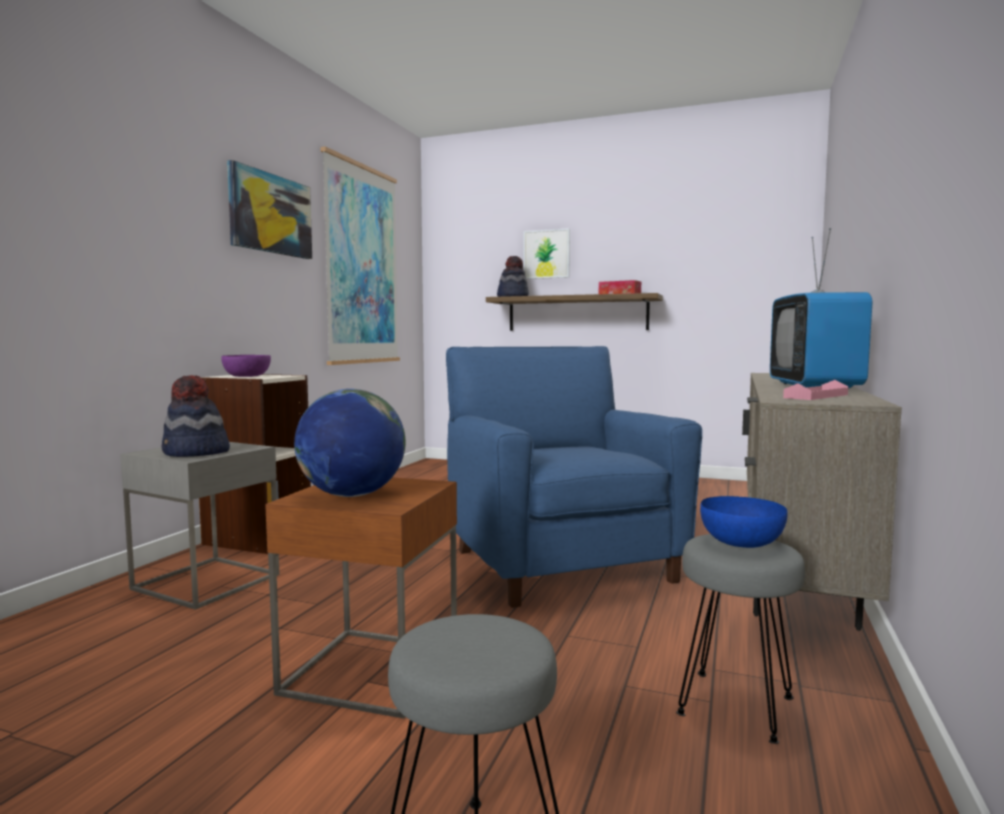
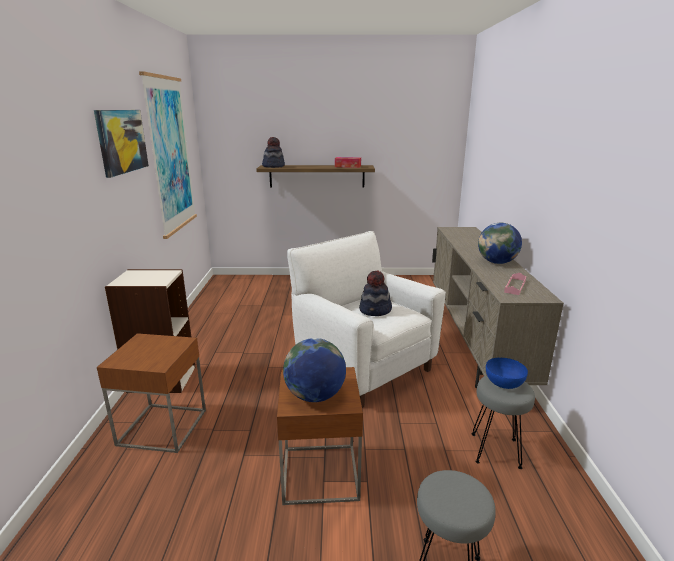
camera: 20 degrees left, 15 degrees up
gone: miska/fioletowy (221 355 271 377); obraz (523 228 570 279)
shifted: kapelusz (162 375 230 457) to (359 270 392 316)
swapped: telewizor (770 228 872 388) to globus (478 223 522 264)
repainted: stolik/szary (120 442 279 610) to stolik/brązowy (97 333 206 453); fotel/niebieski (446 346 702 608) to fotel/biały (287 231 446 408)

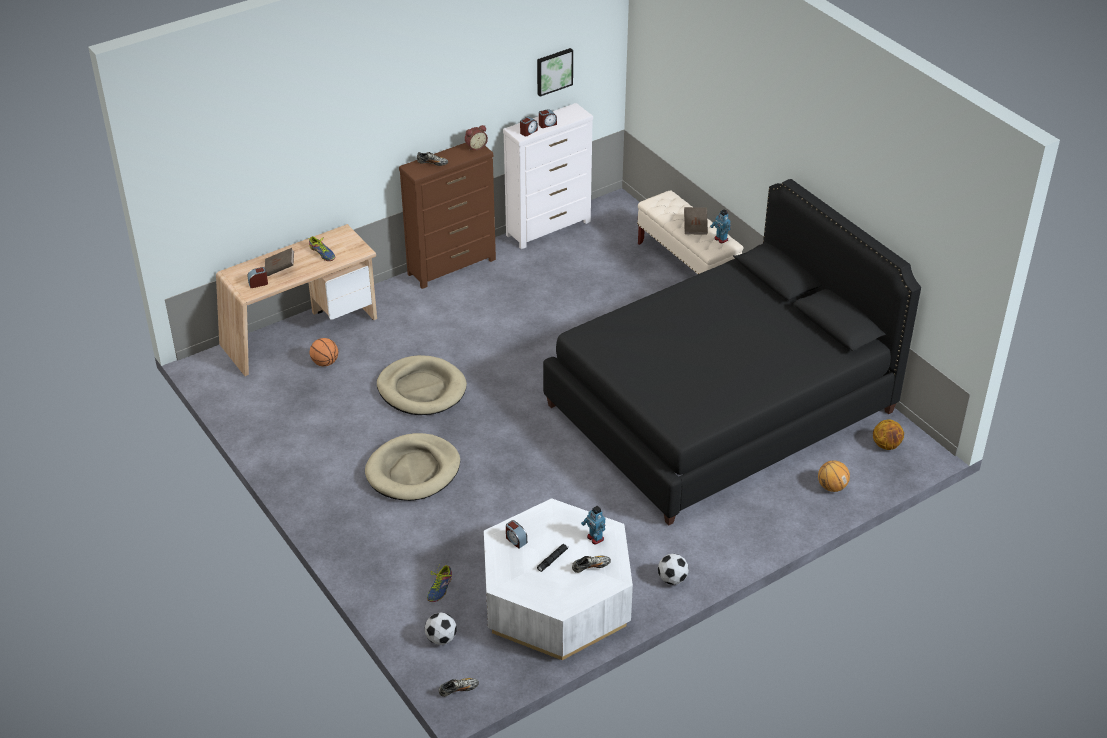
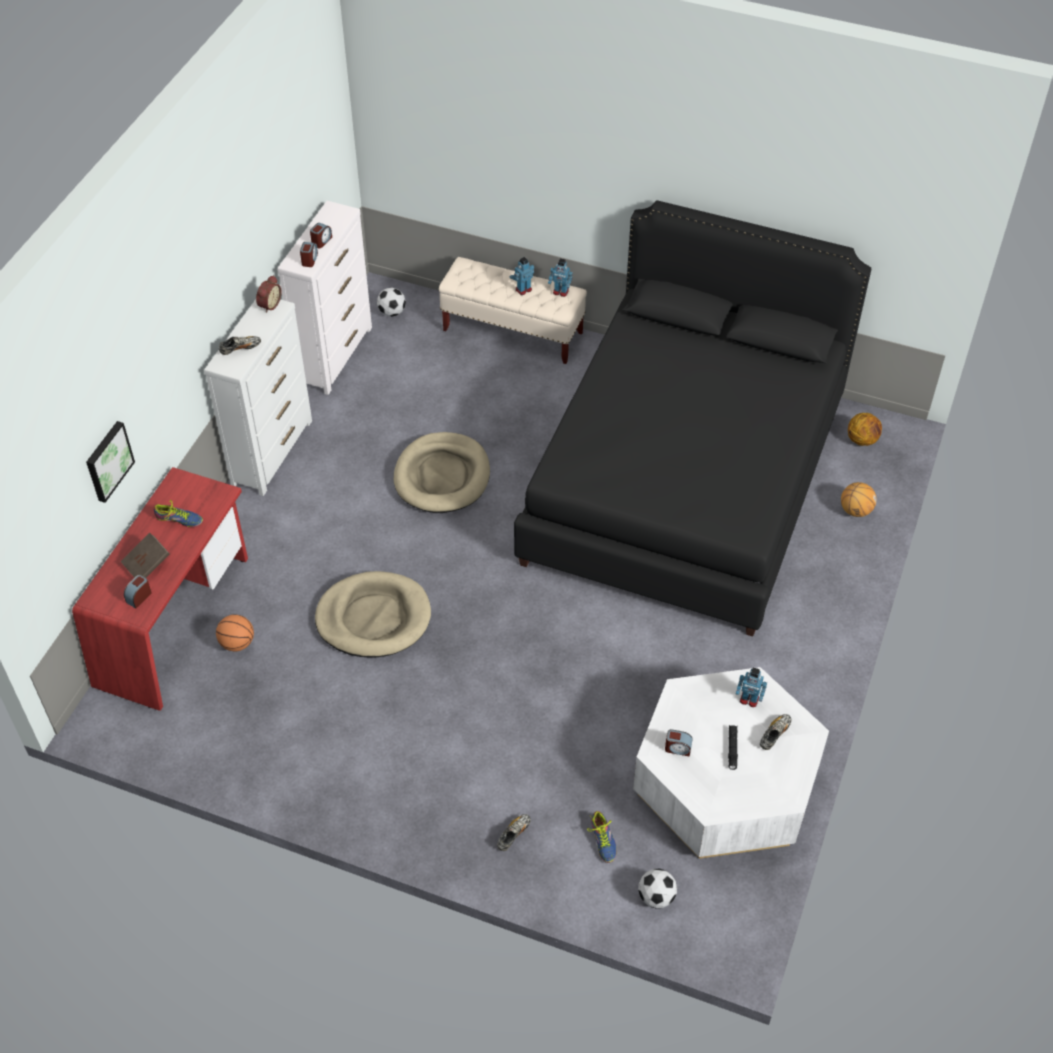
camera: 35 degrees left, 10 degrees up
shifted: obraz (537 48 573 97) to (86 421 135 503); piłka futbolowa (658 554 689 585) to (377 287 406 317); legowisko/beżowy (365 433 460 501) to (394 432 490 513); but (439 678 479 697) to (497 814 531 851)
swapped: książka/brązowy (684 207 708 235) to robot zabawkowy (509 257 534 295)
repainted: biurko/beżowy (216 224 377 376) to biurko/czerwony (72 467 248 711); komoda/brązowy (399 143 496 289) to komoda/biały (204 299 312 496)

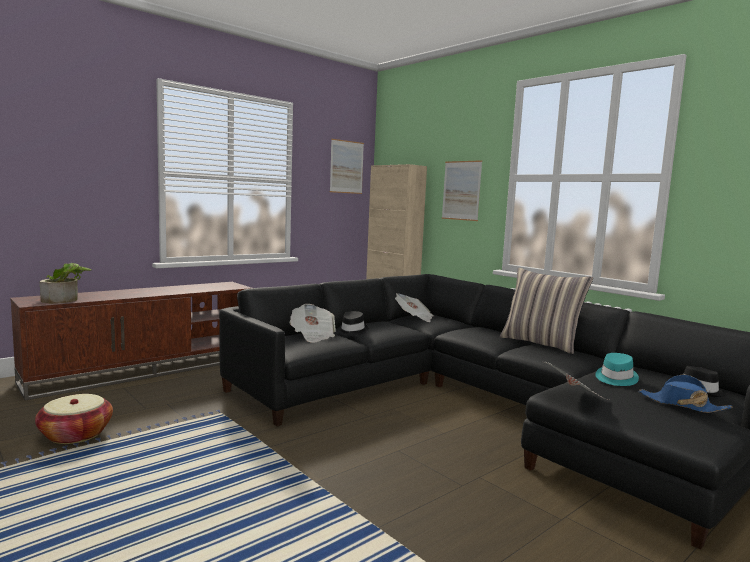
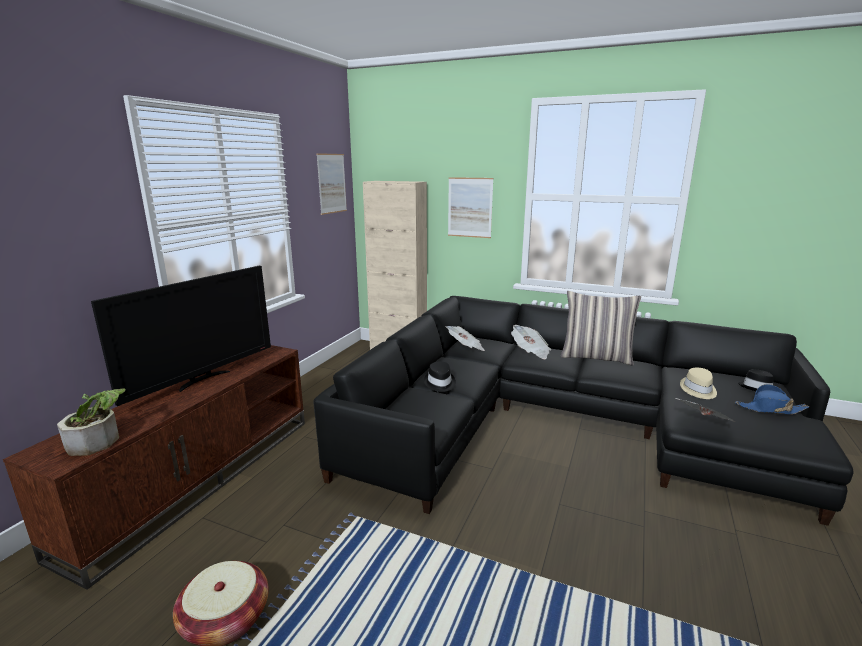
camera: 25 degrees left, 10 degrees up
new: telewizor (91 266 271 406)
shifted: gazeta (289 304 336 343) to (511 325 551 359)
repainted: kapelusz/turkusowy (595 353 639 386) to kapelusz/beżowy (680 368 717 399)

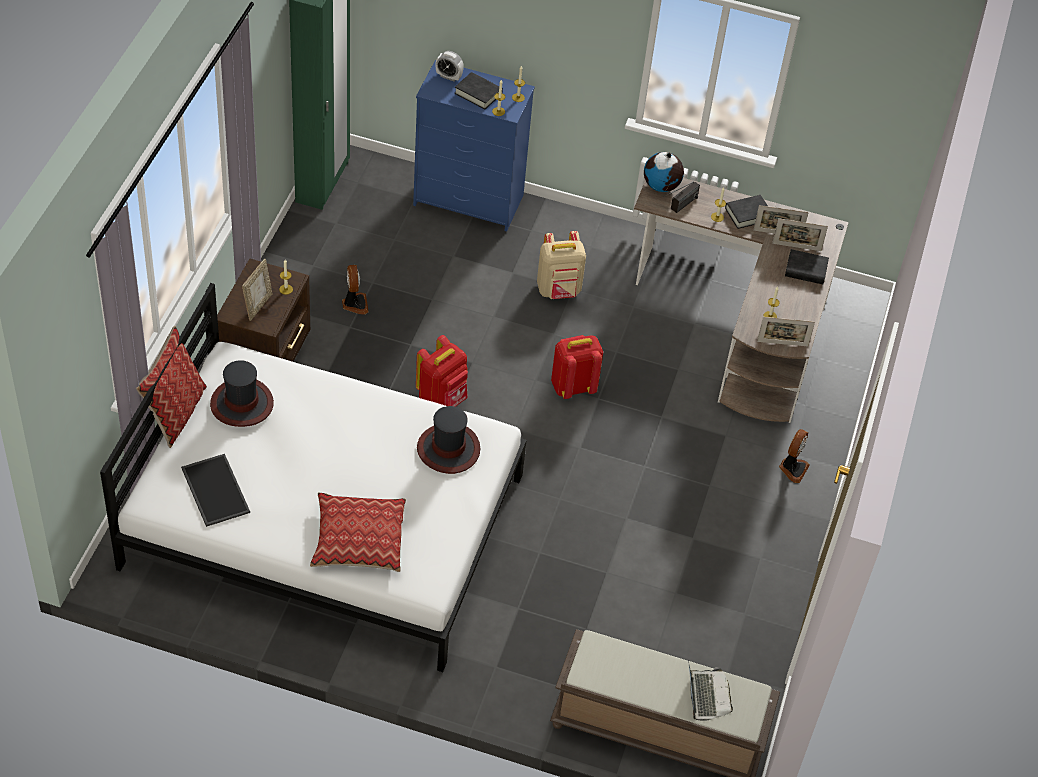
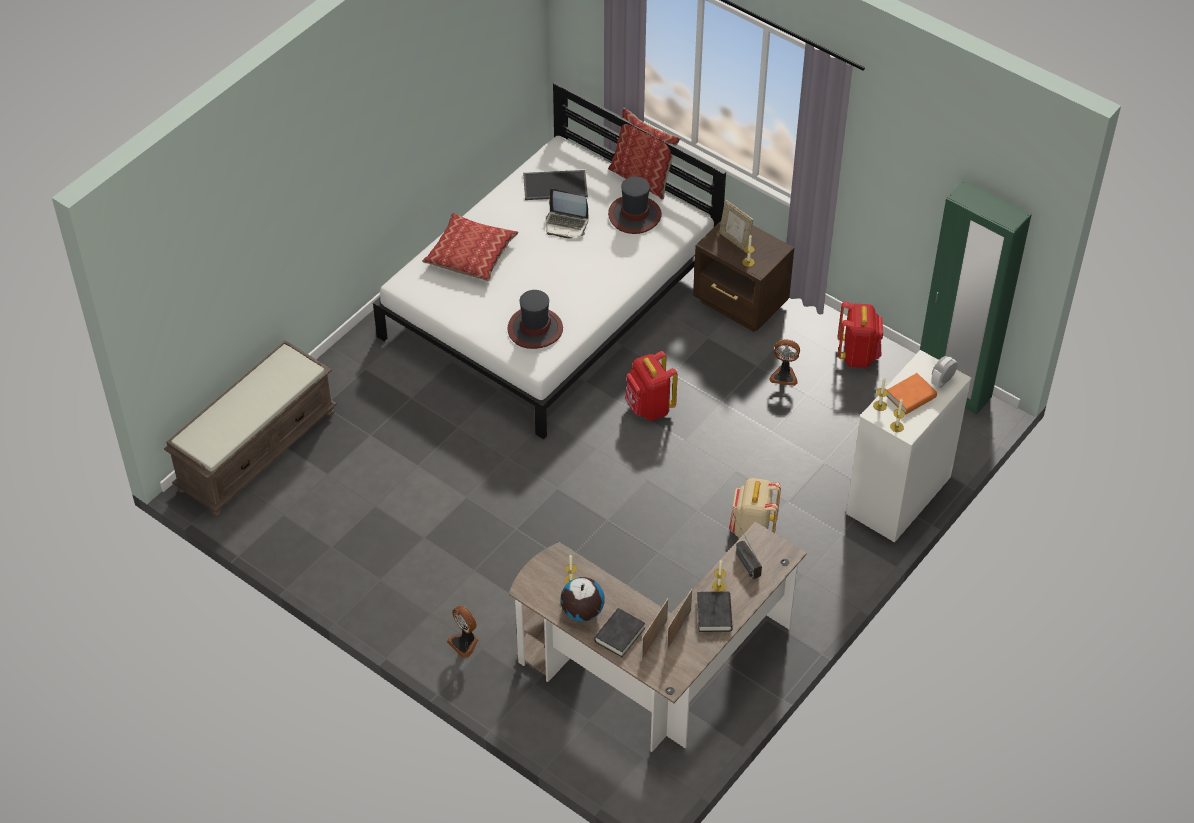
camera: 115 degrees right, 0 degrees up
gone: ramka na zdjęcie (757 317 815 346)
shifted: laptop (688 660 733 721) to (546 189 589 239); globus (644 152 684 192) to (560 577 605 622); plecak/czerwony (551 335 603 399) to (838 302 883 368)
repainted: komoda/niebieski (413 60 535 232) to komoda/biały (846 350 971 542); książka/czarny (454 72 503 109) to książka/pomarańczowy (886 373 937 415)

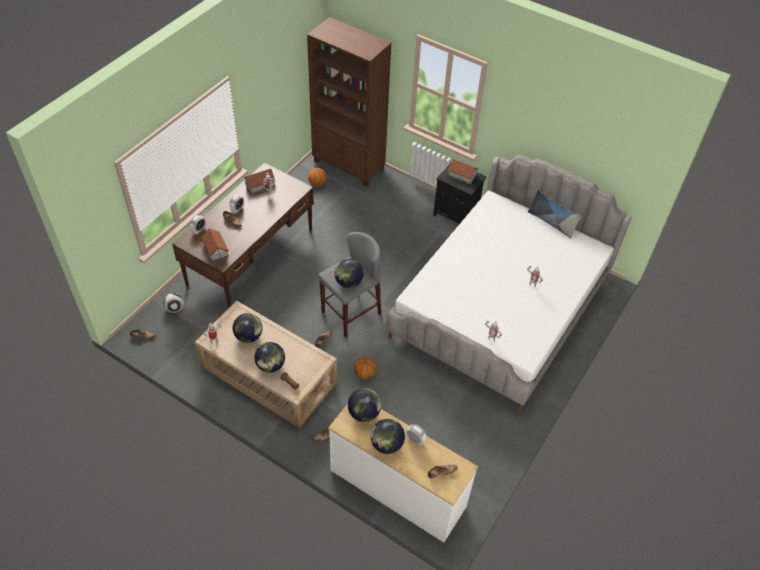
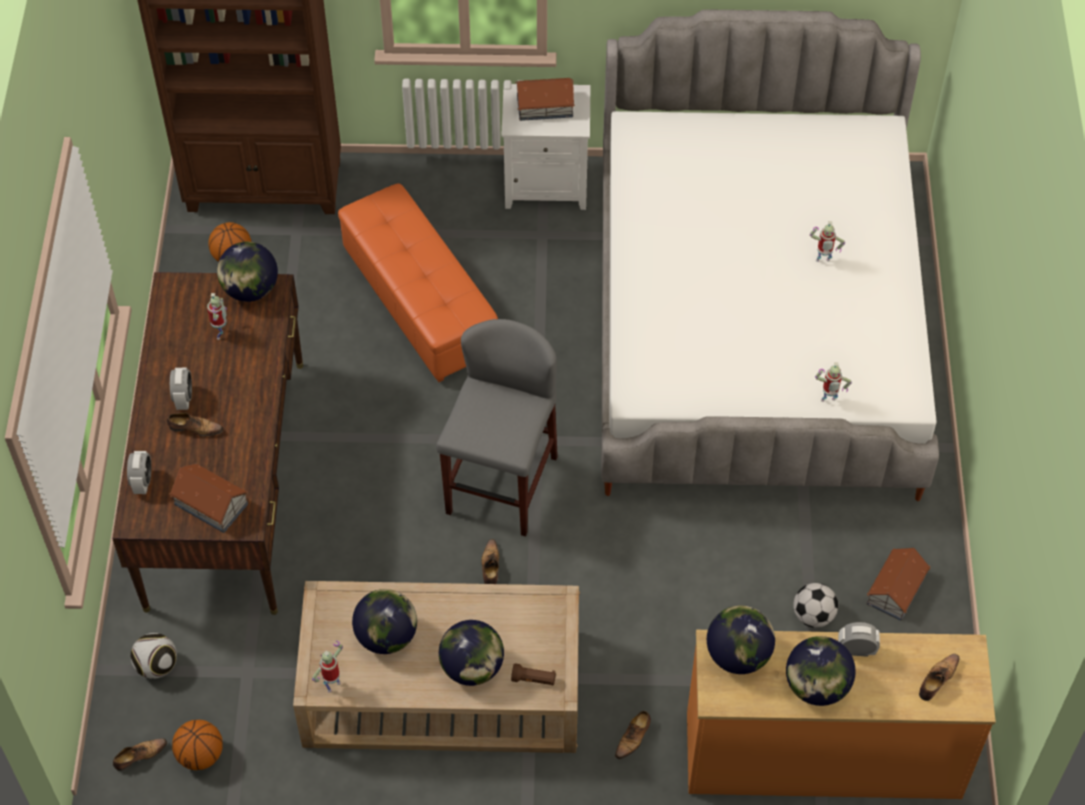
camera: 30 degrees left, 5 degrees up
gone: poduszka (528 190 582 239)
new: pufa/pomarańczowy (338 183 498 382); piłka futbolowa (793 583 838 628)
shifted: piłka do koszykówki (354 356 376 379) to (172 720 223 770); globus (334 259 364 288) to (217 242 278 302); domek (244 169 276 194) to (866 548 930 621)
repainted: szafka nocna/czarny (433 163 487 224) to szafka nocna/biały (501 84 590 210); komoda/biały (328 404 478 543) to komoda/pomarańczowy (687 630 996 799)

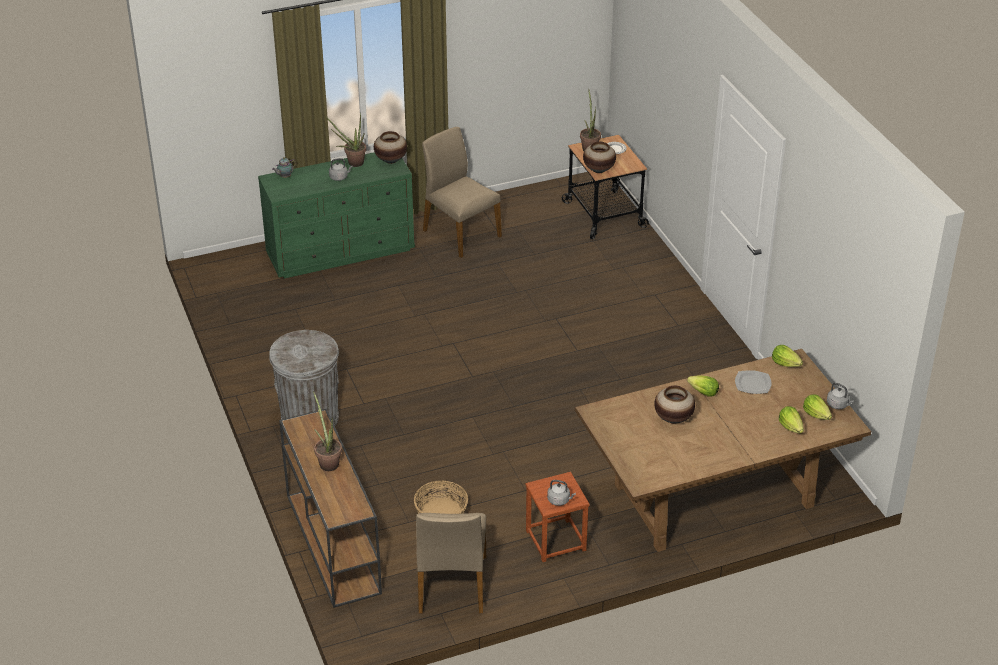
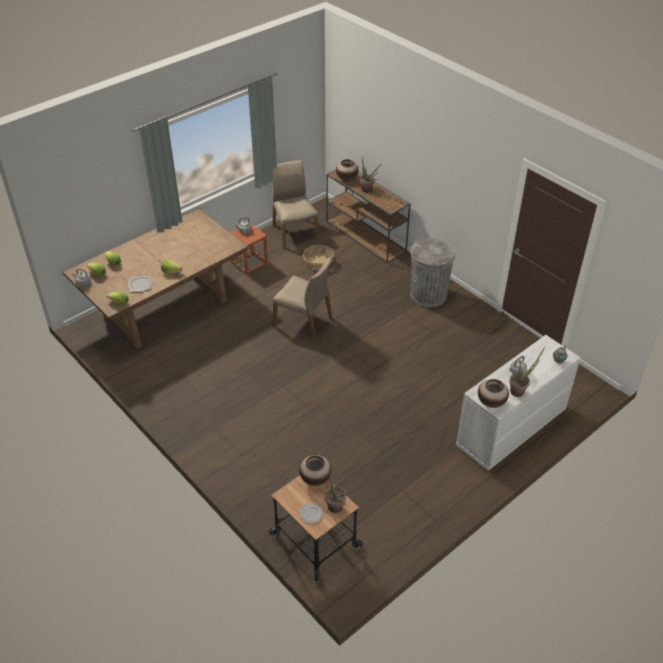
camera: 160 degrees right, 5 degrees up
shifted: krzesło/beżowy (422 127 502 258) to (273 257 332 341); wazon (654 386 695 424) to (336 159 359 181)
repainted: komoda/zielony (258 152 415 278) to komoda/biały (456 335 580 471)

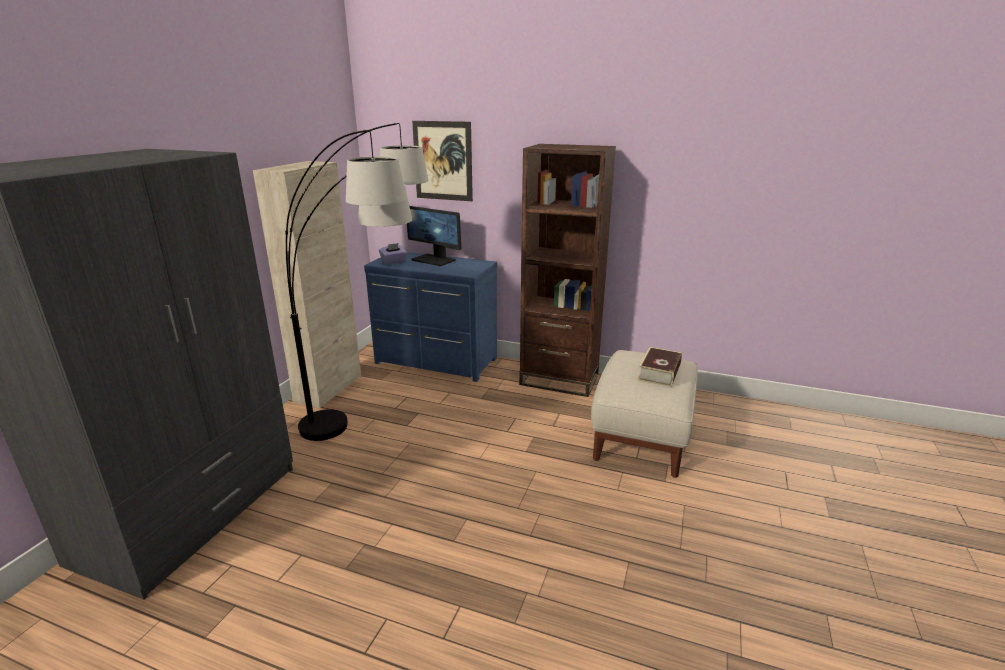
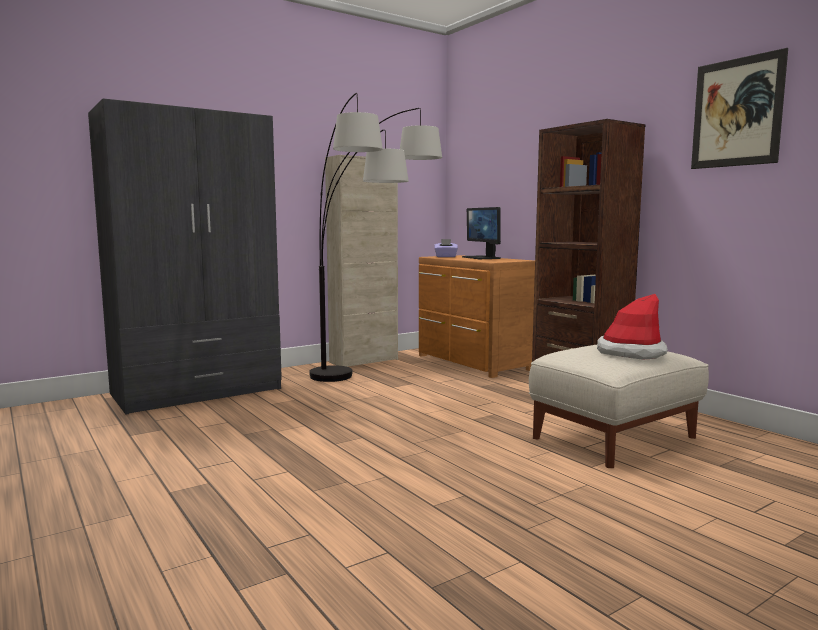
camera: 35 degrees right, 15 degrees down
shifted: obraz (412 121 473 201) to (691 48 788 169)
swapped: książka (638 347 682 387) to kapelusz (597 294 668 360)
repainted: komoda/niebieski (364 252 497 382) to komoda/brązowy (419 255 535 378)

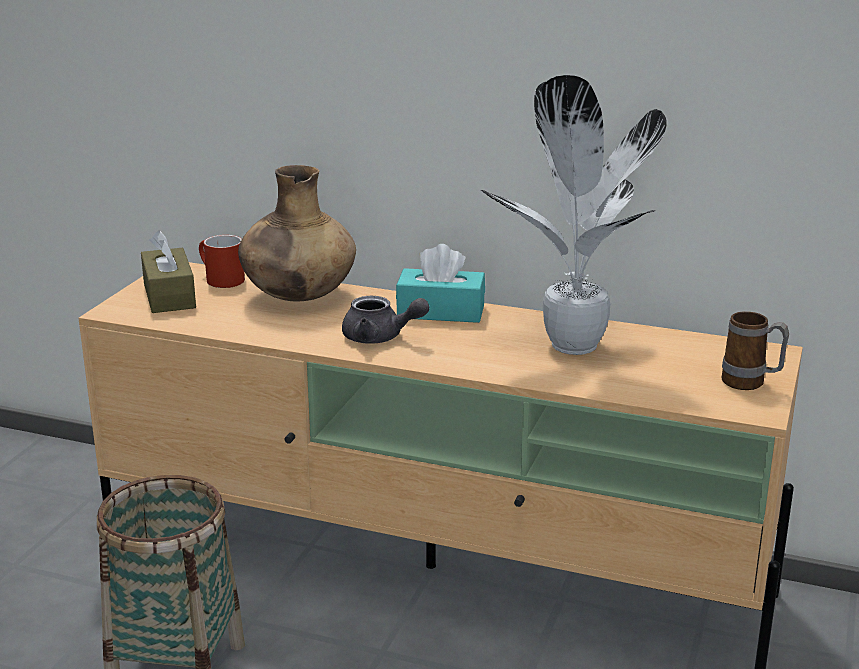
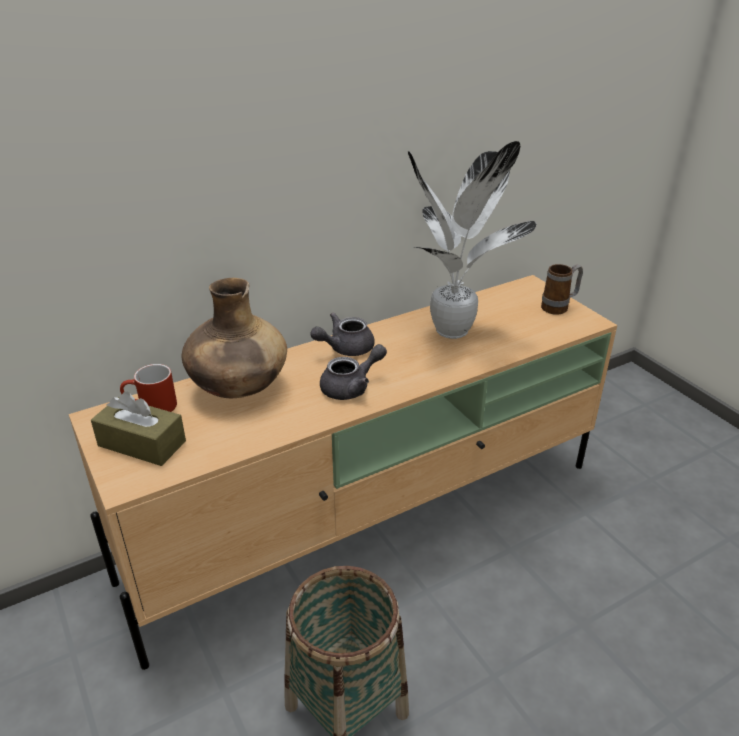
camera: 50 degrees left, 10 degrees up
swapped: pudełko chusteczek/turkusowy (396 244 485 323) to imbryk/szary (311 313 375 356)

